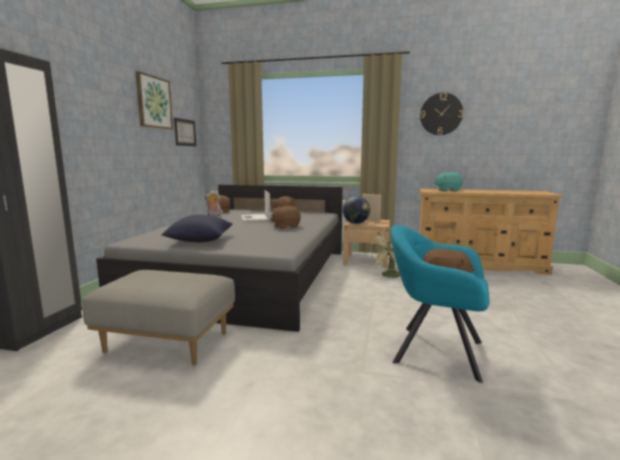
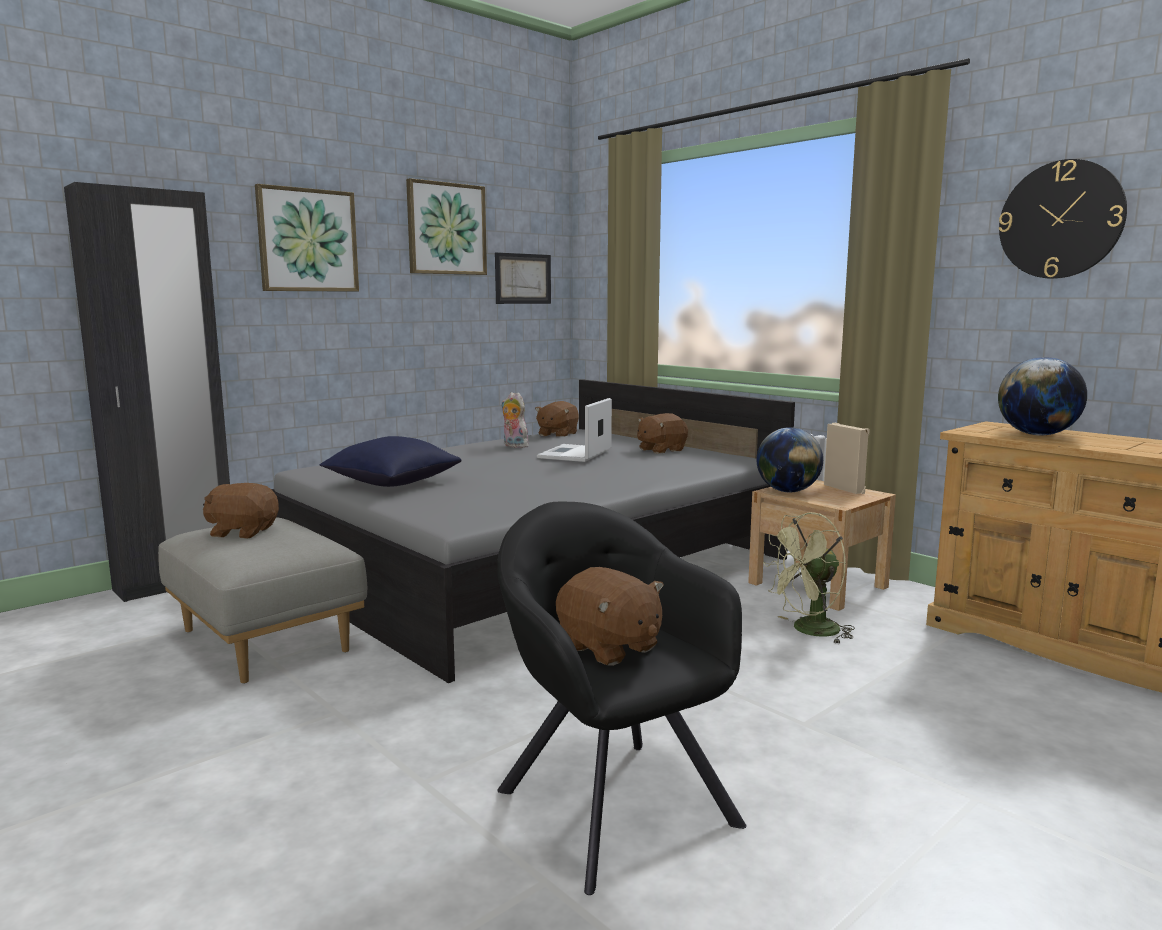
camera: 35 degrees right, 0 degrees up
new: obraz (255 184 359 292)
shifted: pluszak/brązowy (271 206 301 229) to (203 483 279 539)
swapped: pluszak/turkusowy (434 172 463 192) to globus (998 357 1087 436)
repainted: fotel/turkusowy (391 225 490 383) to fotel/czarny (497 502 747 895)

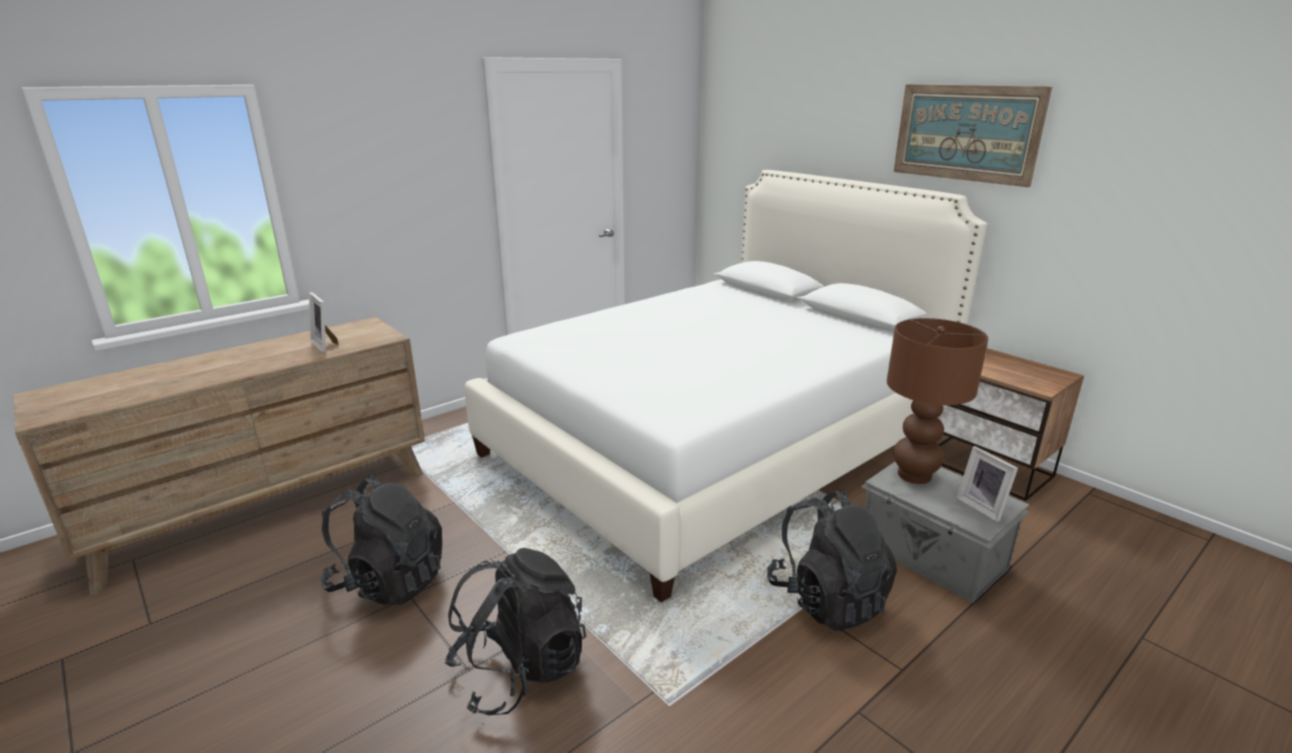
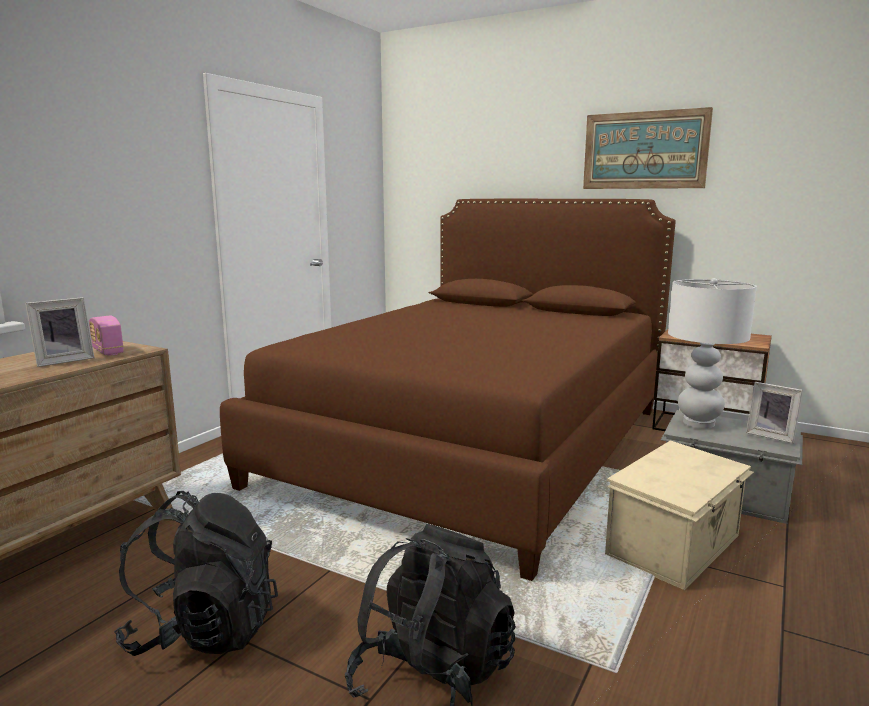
camera: 20 degrees left, 10 degrees down
new: radio (89 316 124 356)
swapped: plecak/czarny (767 490 897 631) to pojemnik do przechowywania/beżowy (605 441 754 590)
repainted: łóżko/biały (465 170 987 602) to łóżko/brązowy (220 199 676 581); lampa stołowa/brązowy (887 318 988 484) to lampa stołowa/biały (668 278 757 429)
rotated: ramka na zdjęcie (309 292 338 353) = (25 297 94 367) 75 degrees counterclockwise

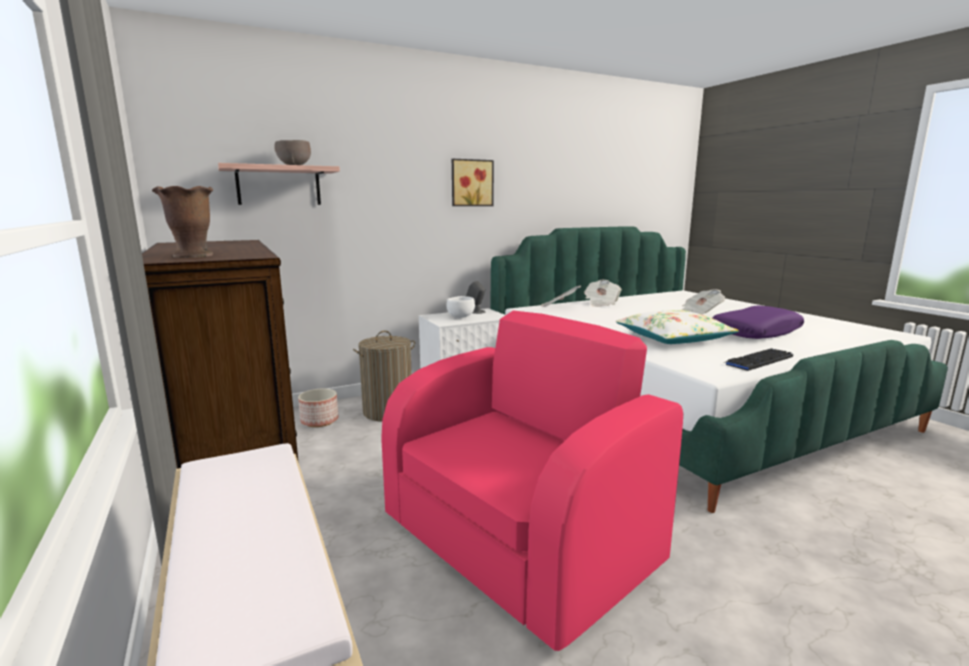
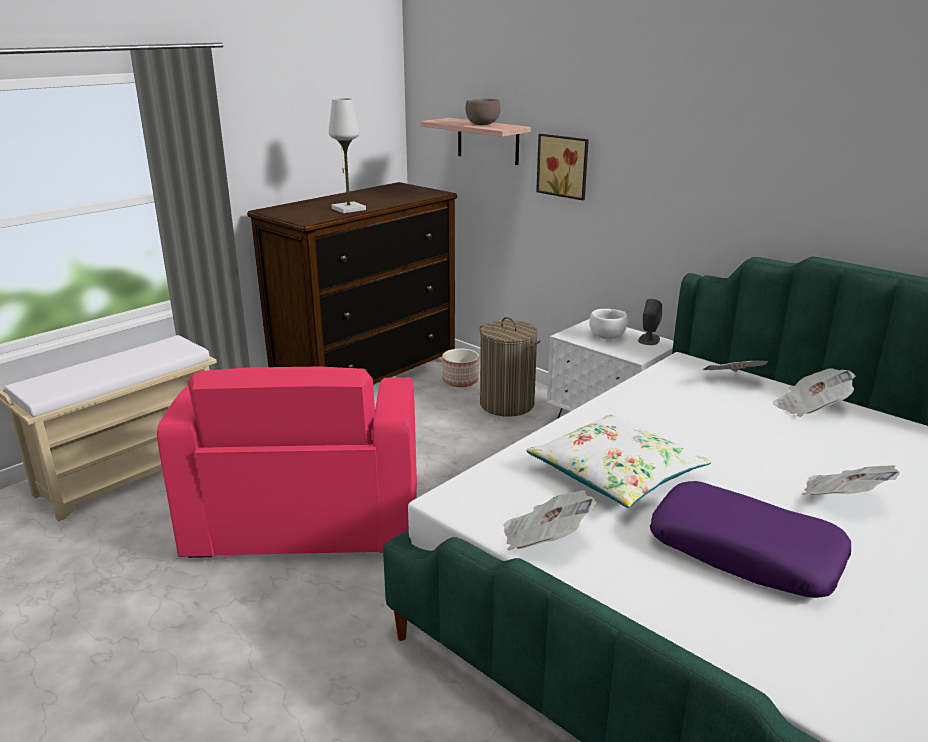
camera: 70 degrees right, 10 degrees up
gone: wazon/brązowy (152 186 213 258)
new: lampa stołowa/biały (329 98 366 213)
shifted: obraz (452 159 494 206) to (536 134 589 200)
swapped: klawiatura (722 348 793 371) to gazeta (504 490 595 551)
rotated: fotel/różowy (381 311 683 651) = (157 367 417 558) 60 degrees clockwise

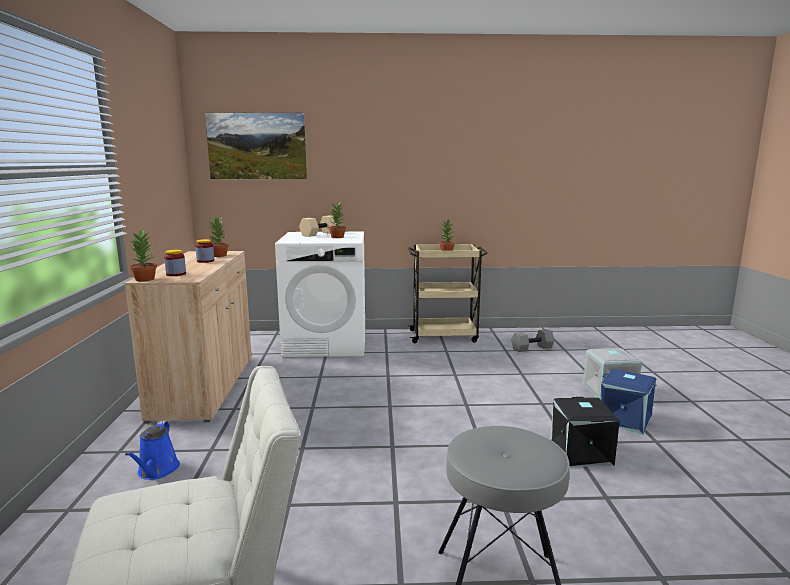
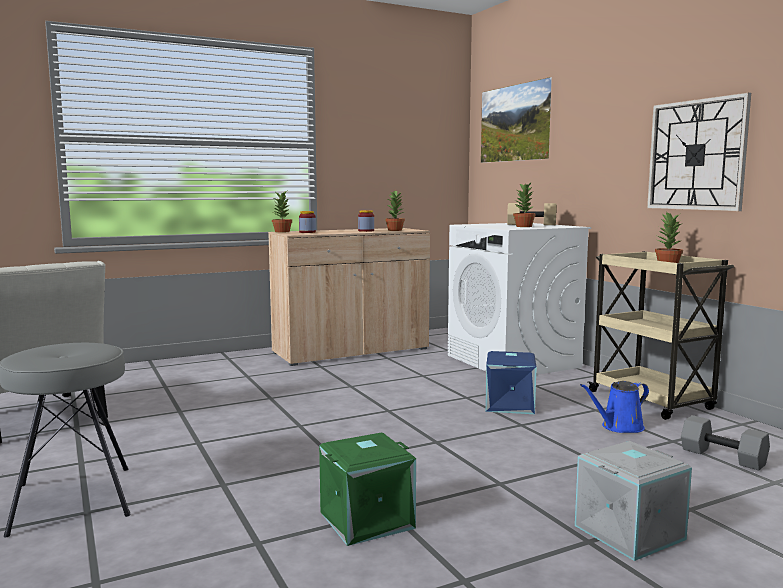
camera: 65 degrees right, 5 degrees down
new: zegar ścienny (647 93 751 211)
shifted: pojemnik do przechowywania/niebieski (600 369 656 435) to (485 351 537 414); konewka/niebieski (125 421 180 480) to (580 381 649 433)
repainted: pojemnik do przechowywania/czarny (550 397 620 467) to pojemnik do przechowywania/zielony (319 432 416 546)

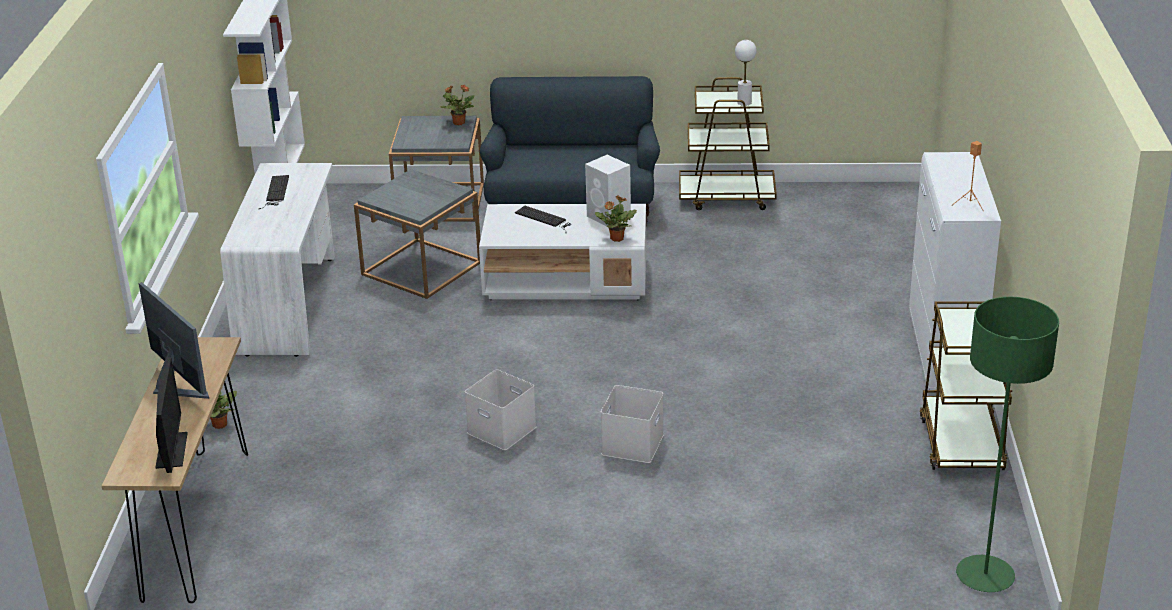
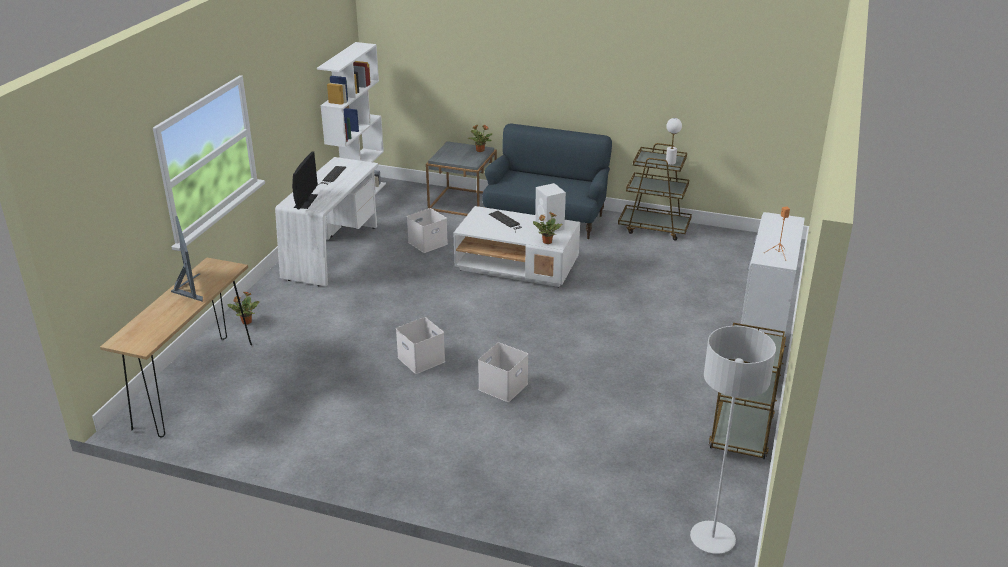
camera: 15 degrees right, 0 degrees up
shifted: monitor (155 357 188 473) to (292 151 318 209)
swapped: stolik/szary (354 169 480 299) to pojemnik do przechowywania/biały (407 208 448 253)
repainted: lampa stojąca/zielony (956 297 1059 592) to lampa stojąca/szary (690 326 776 554)

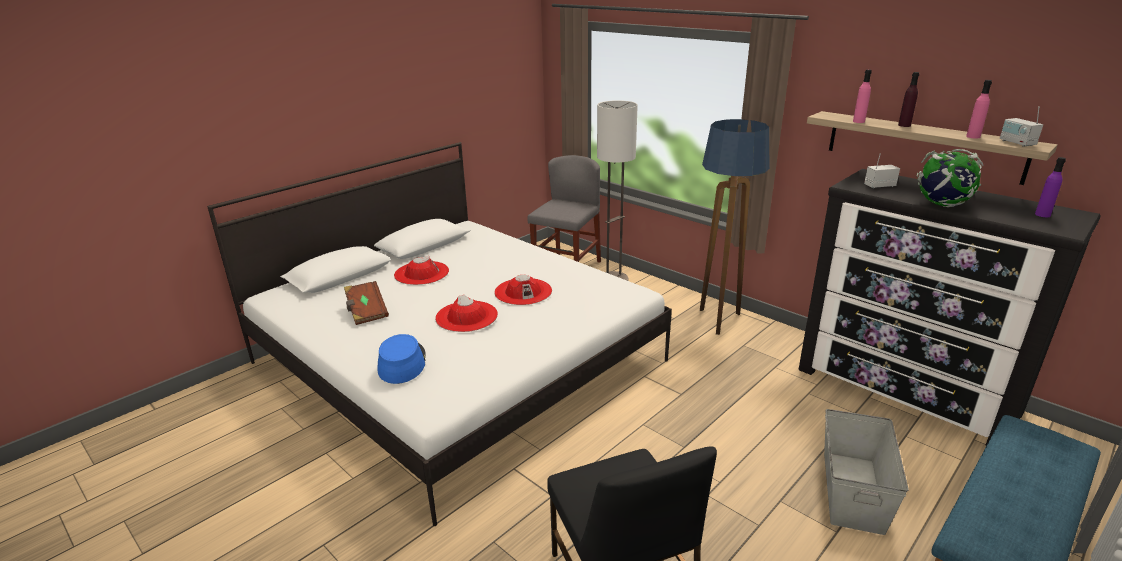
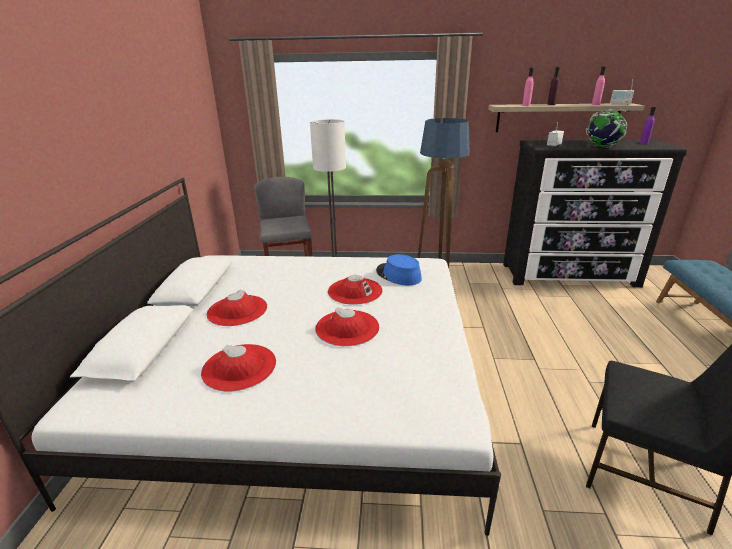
camera: 40 degrees left, 0 degrees up
gone: pojemnik do przechowywania/szary (824 409 909 535)
shifted: kapelusz/niebieski (378 334 426 384) to (376 254 422 285)
swapped: książka/brązowy (344 281 389 325) to kapelusz/czerwony (201 344 276 392)

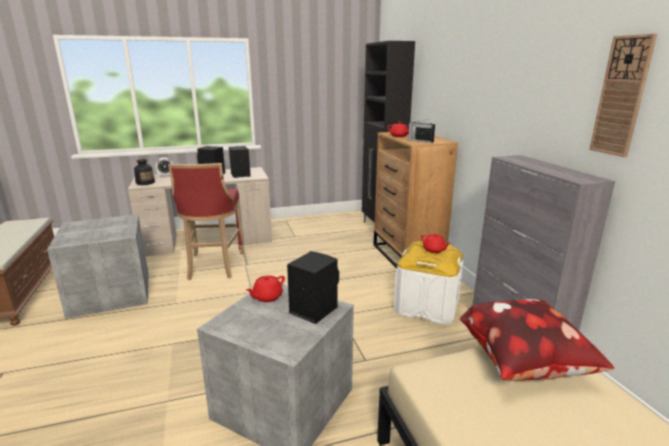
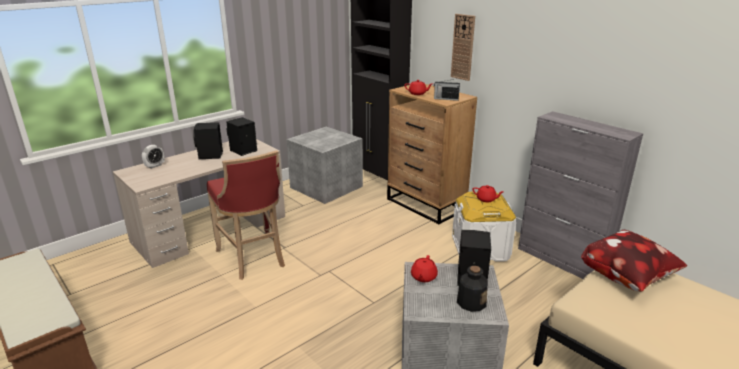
camera: 25 degrees left, 5 degrees up
shifted: pojemnik do przechowywania/szary (47 214 149 319) to (286 127 363 204); zegar ścienny (589 34 657 157) to (451 14 475 81); butelka (134 158 155 185) to (457 266 488 312)

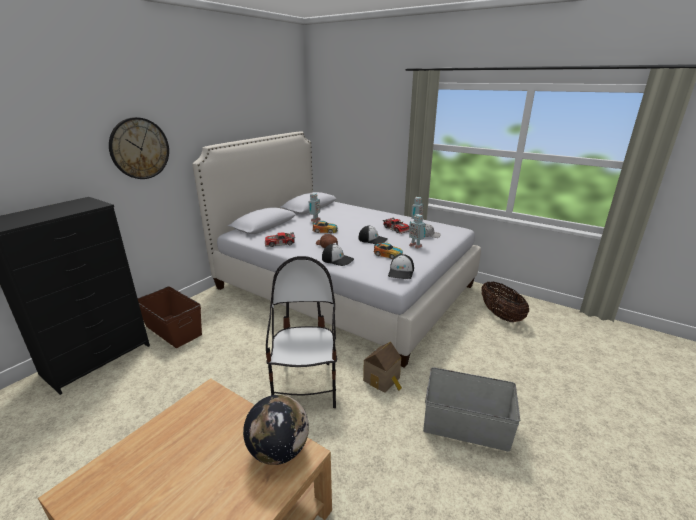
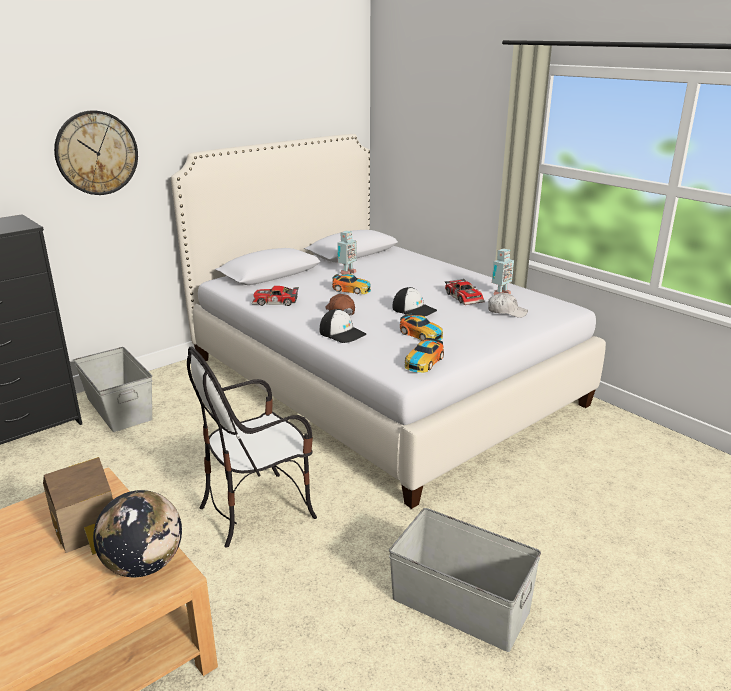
camera: 15 degrees right, 0 degrees up
gone: robot zabawkowy (409 214 426 249); koszyk (481 282 529 322)
shifted: domek (363 342 402 393) to (43 457 113 555)
swapped: czapka z daszkiem (388 254 414 279) to samochodzik (405 338 444 373)
repainted: pojemnik do przechowywania/brązowy (138 286 202 348) to pojemnik do przechowywania/szary (73 347 152 432)
rotated: krzesło (266 256 337 408) = (187 346 317 548) 135 degrees counterclockwise

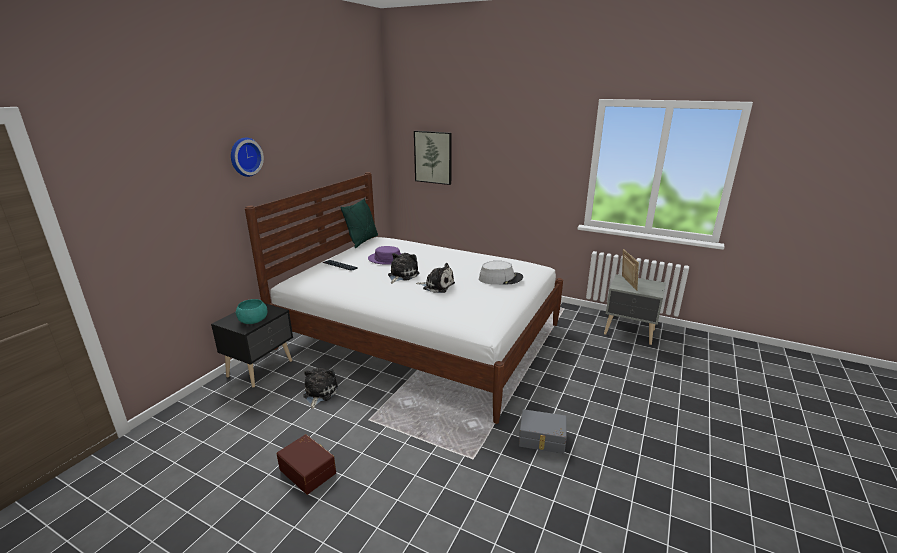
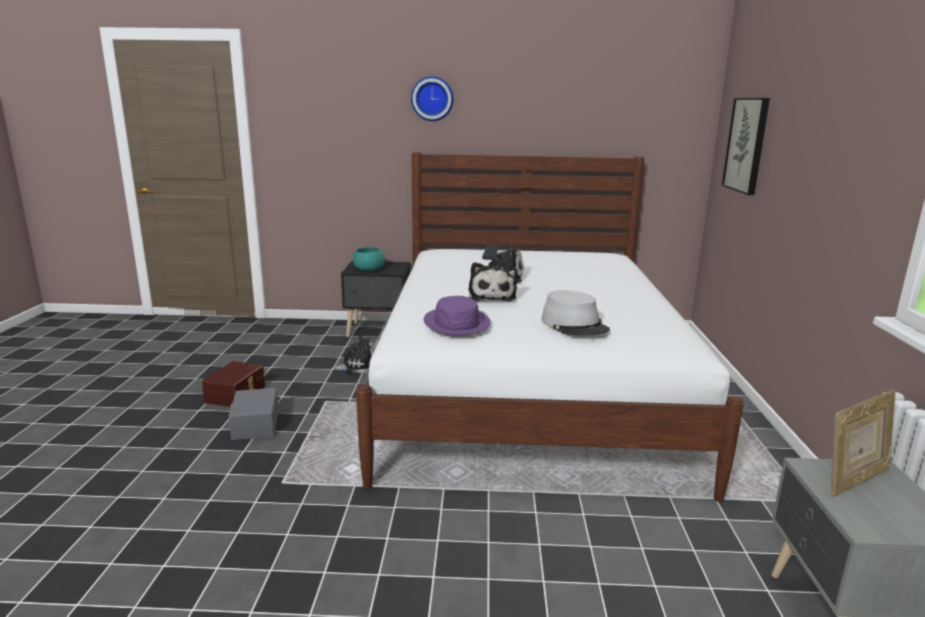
camera: 65 degrees right, 5 degrees down
gone: poduszka/zielony (340 198 378 248)
shifted: pojemnik do przechowywania/szary (519 409 567 454) to (229 388 279 440); kapelusz/fioletowy (368 246 402 265) to (424 296 491 335)

